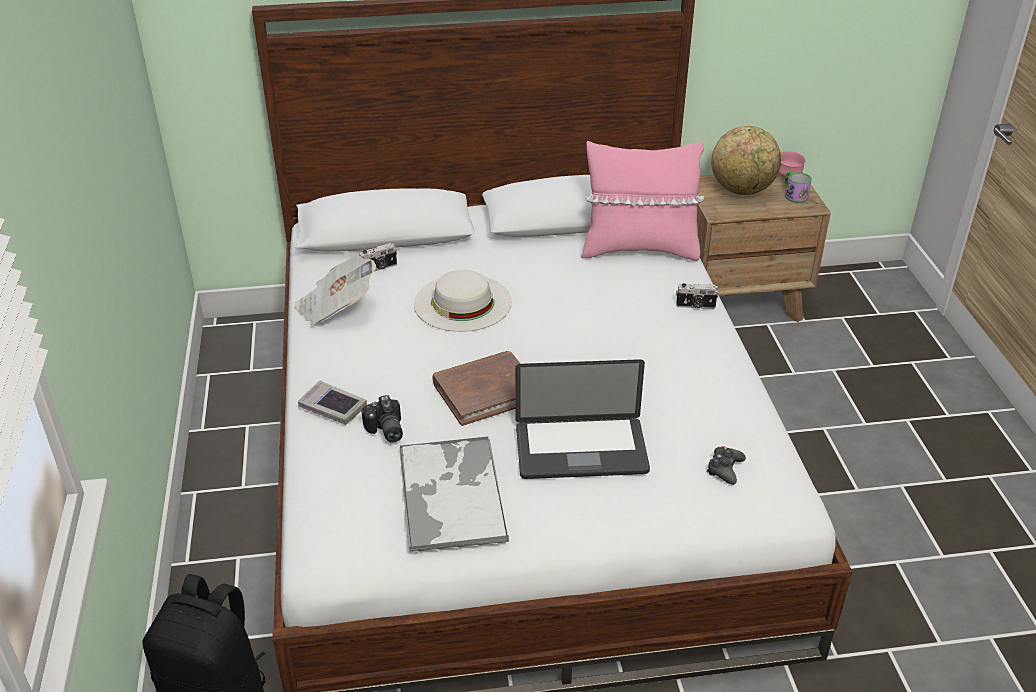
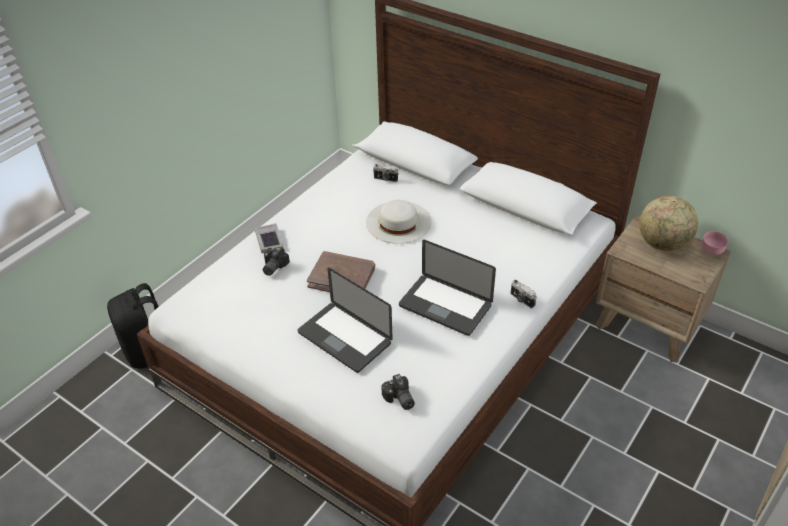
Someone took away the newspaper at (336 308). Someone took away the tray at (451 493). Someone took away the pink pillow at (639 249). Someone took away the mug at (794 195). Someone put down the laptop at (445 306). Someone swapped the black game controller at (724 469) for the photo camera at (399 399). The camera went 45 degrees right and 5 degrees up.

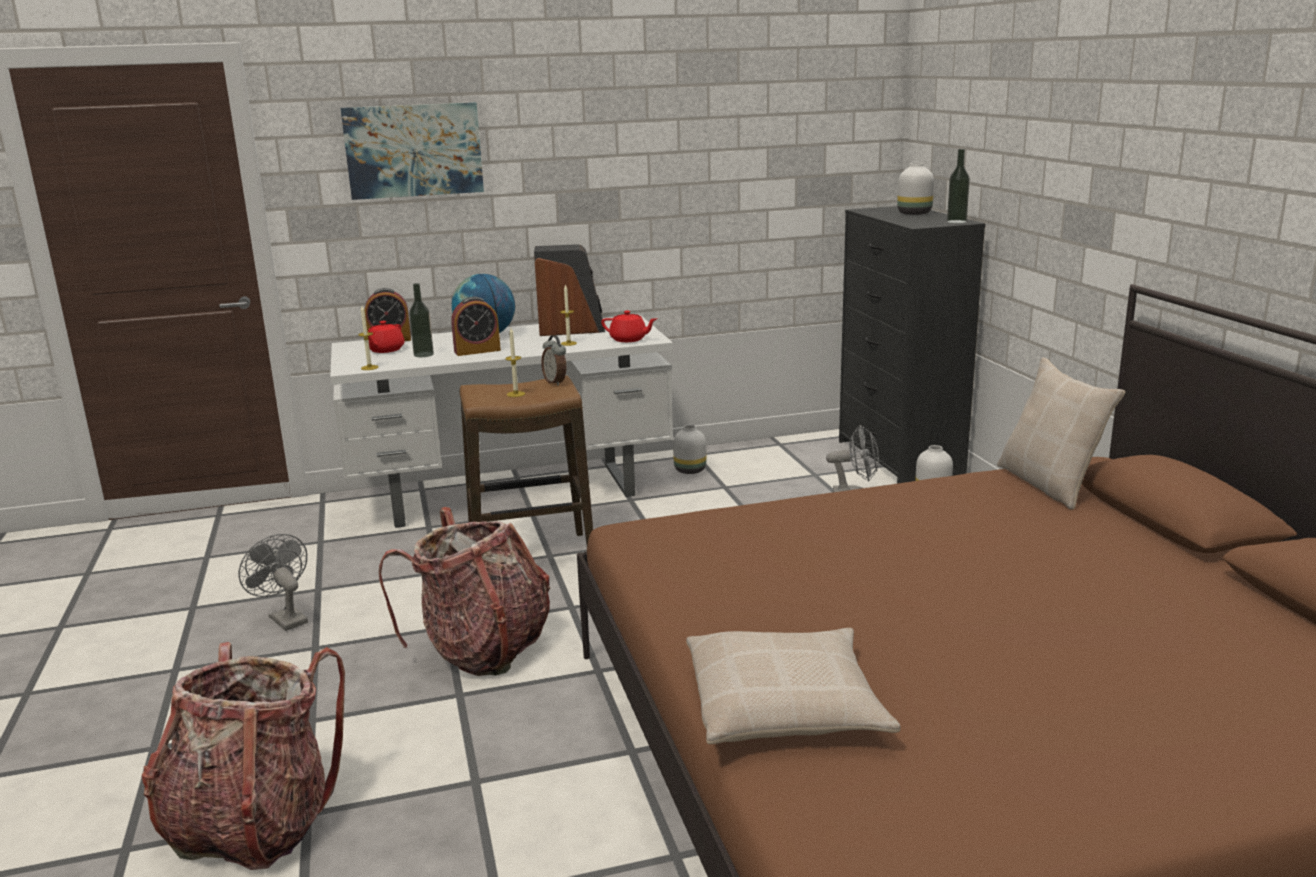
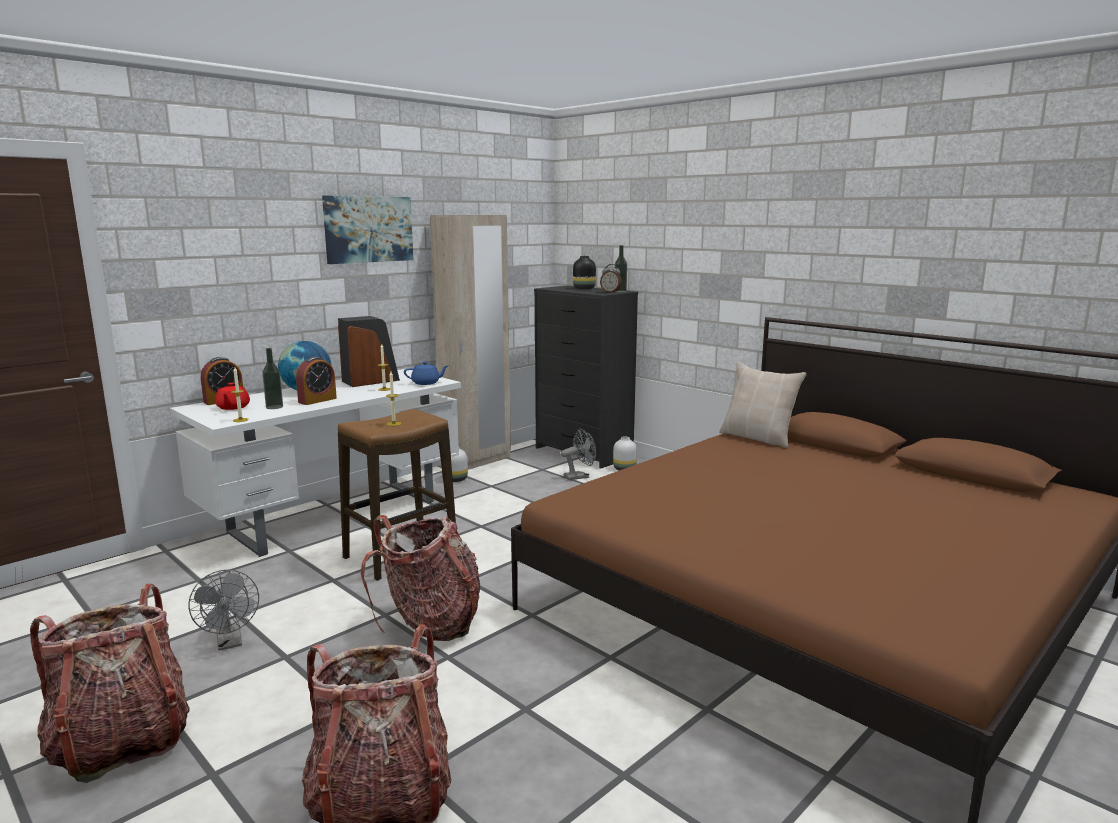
Someone took away the beige pillow at (785 705). Someone put down the backpack at (121 741). Someone put down the beige wardrobe at (476 462). Someone carried the picture from (413 150) to (368 229). Someone carried the alarm clock from (556 382) to (610 292). Someone repainted the red teapot at (629 339), which became the blue teapot at (426 383). Someone repainted the white vase at (915 213), which became the black vase at (584 289). Someone rotated the grey fan at (284 618) by 135 degrees counterclockwise. The camera went 30 degrees left and 5 degrees down.

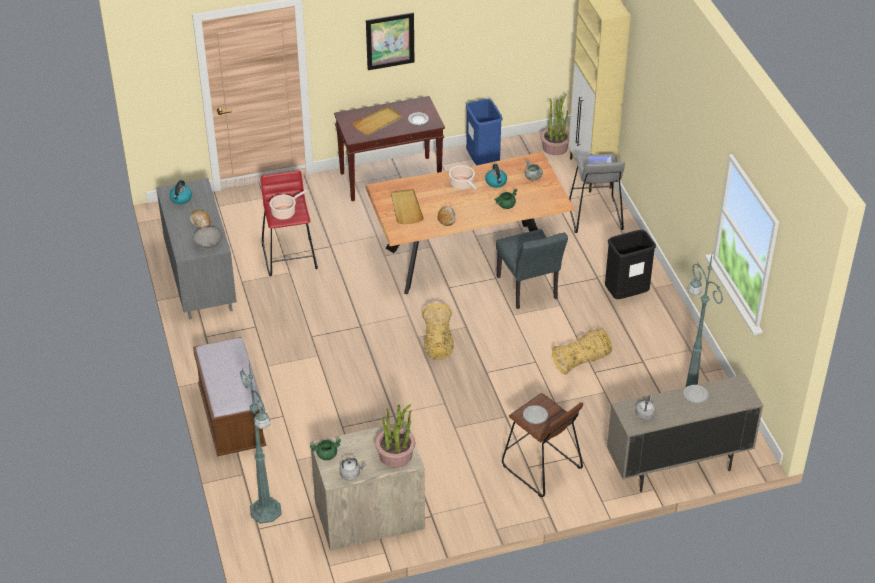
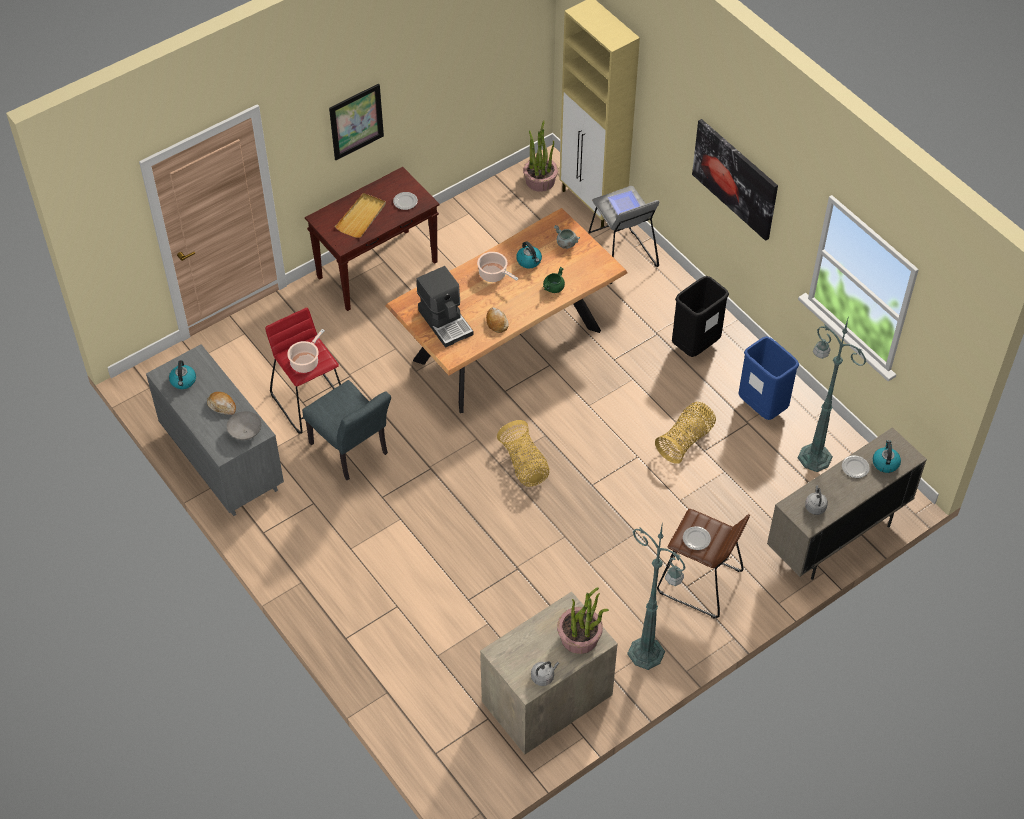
Someone took away the brown bench at (232 419). Someone took away the green cooking pot at (326 455). Someone put up the picture at (735 178). Someone put down the kettle at (885 463). Someone carried the green floor lamp from (266 512) to (647 654). Someone carried the blue trash can from (483 162) to (762 407). Someone carried the grey chair from (529 291) to (352 452). Someone swapped the beige tray at (406 208) for the coffee machine at (446 321). The camera went 20 degrees left and 10 degrees up.

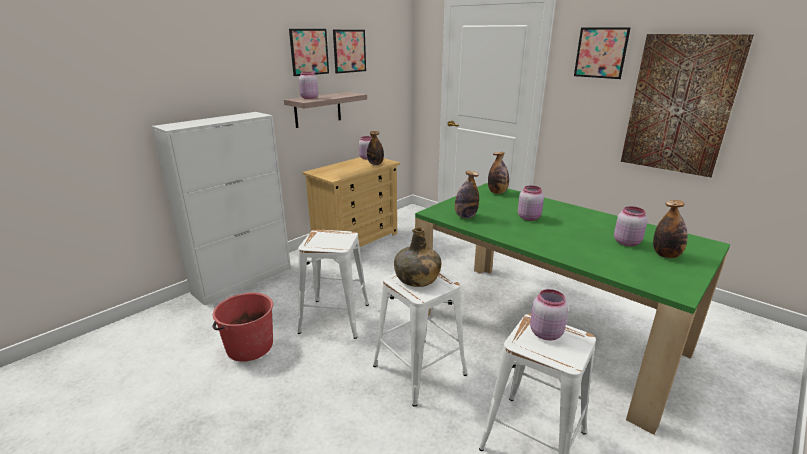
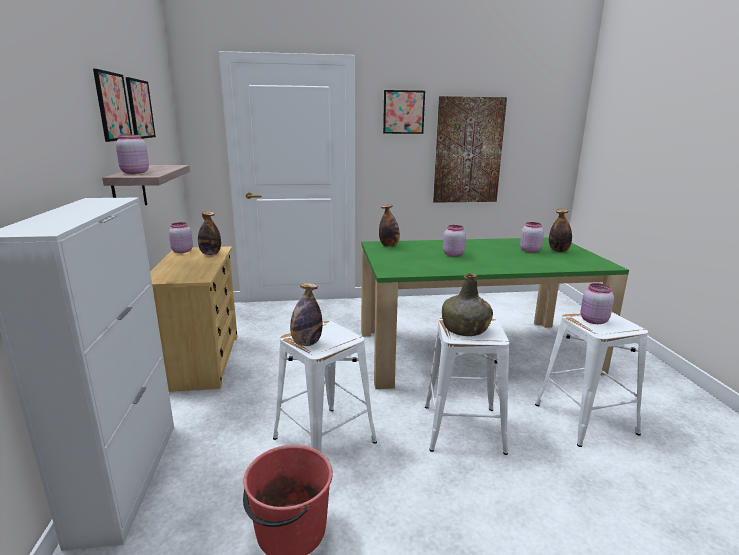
Someone carried the bottle from (465 216) to (306 343). The camera went 50 degrees left and 5 degrees down.

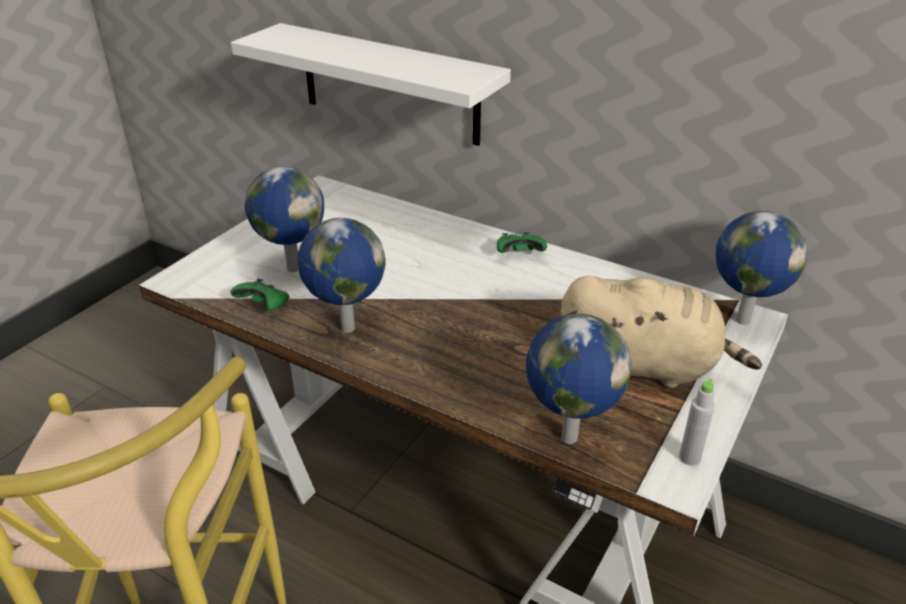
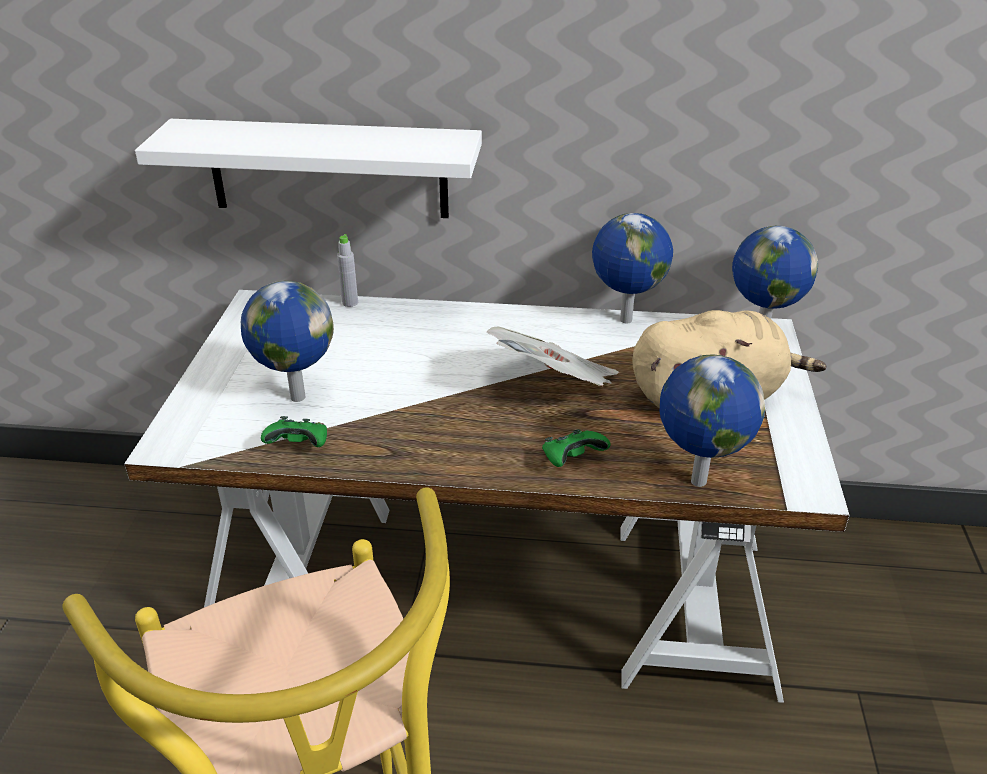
Someone put down the newspaper at (555 386). Someone carried the globe from (346 328) to (624 320). Someone carried the green game controller from (519 254) to (572 460). Someone carried the grey bottle from (689 458) to (350 303). The camera went 25 degrees left and 0 degrees up.

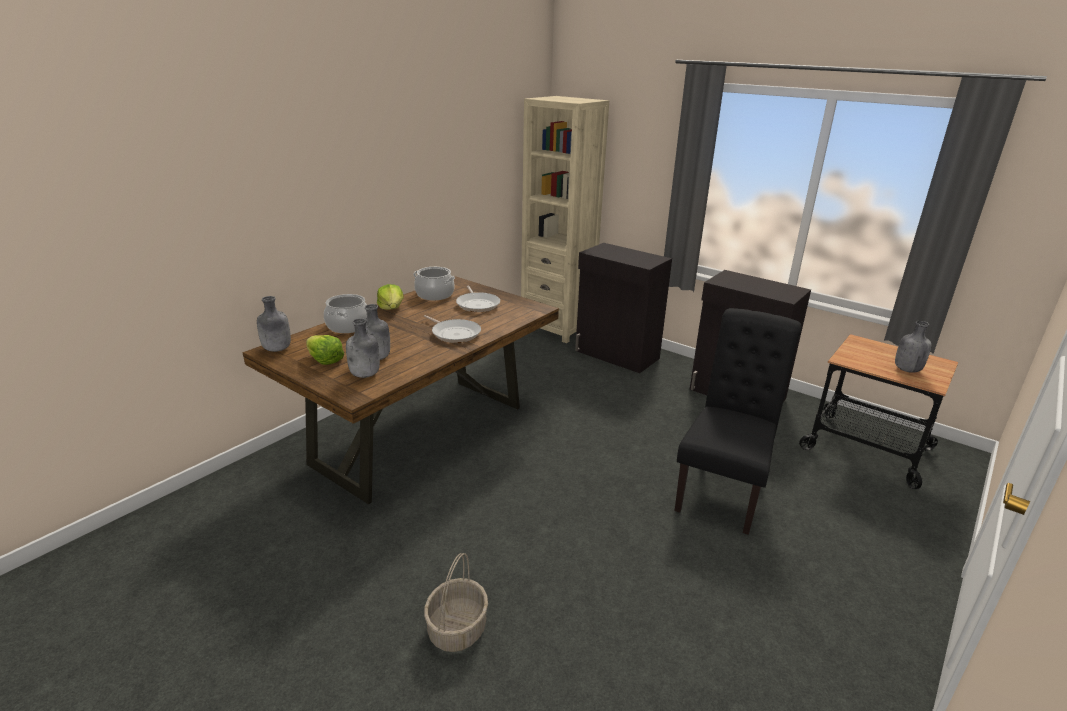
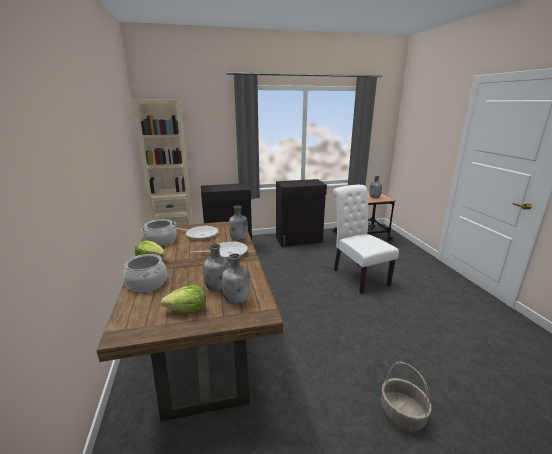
Someone carried the grey bottle from (277 349) to (239 239). Someone repainted the black chair at (723 489), which became the white chair at (357 275). The camera went 50 degrees left and 5 degrees down.

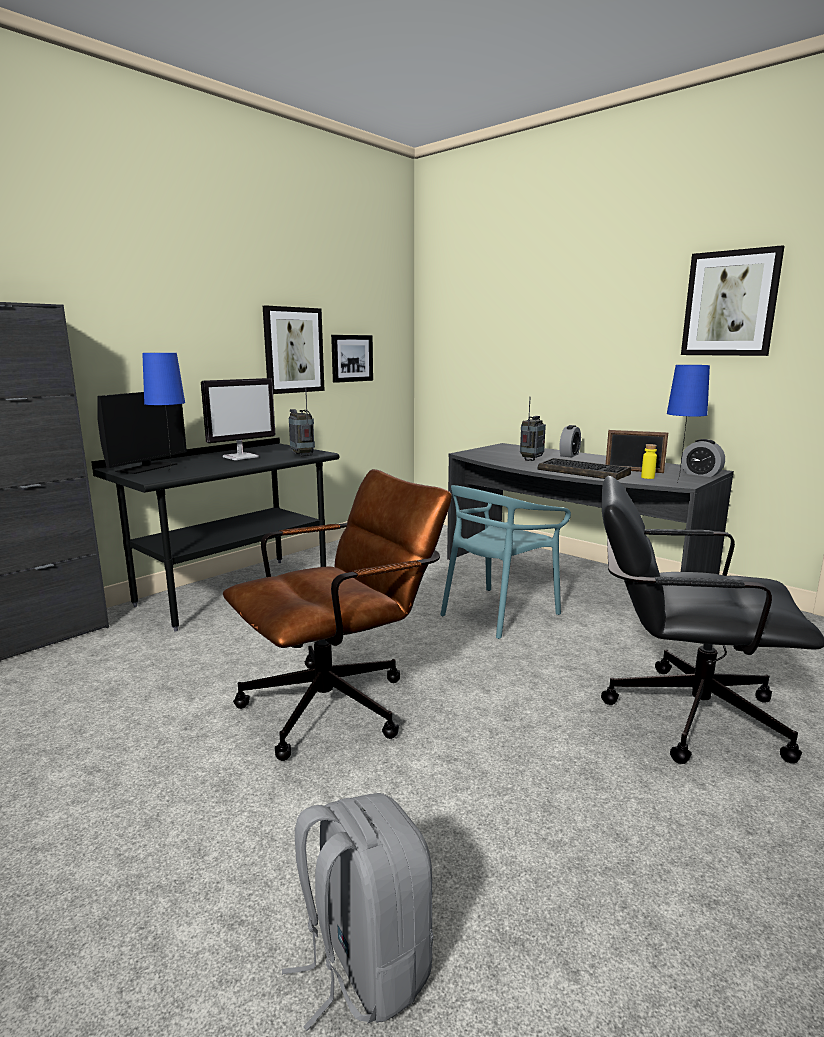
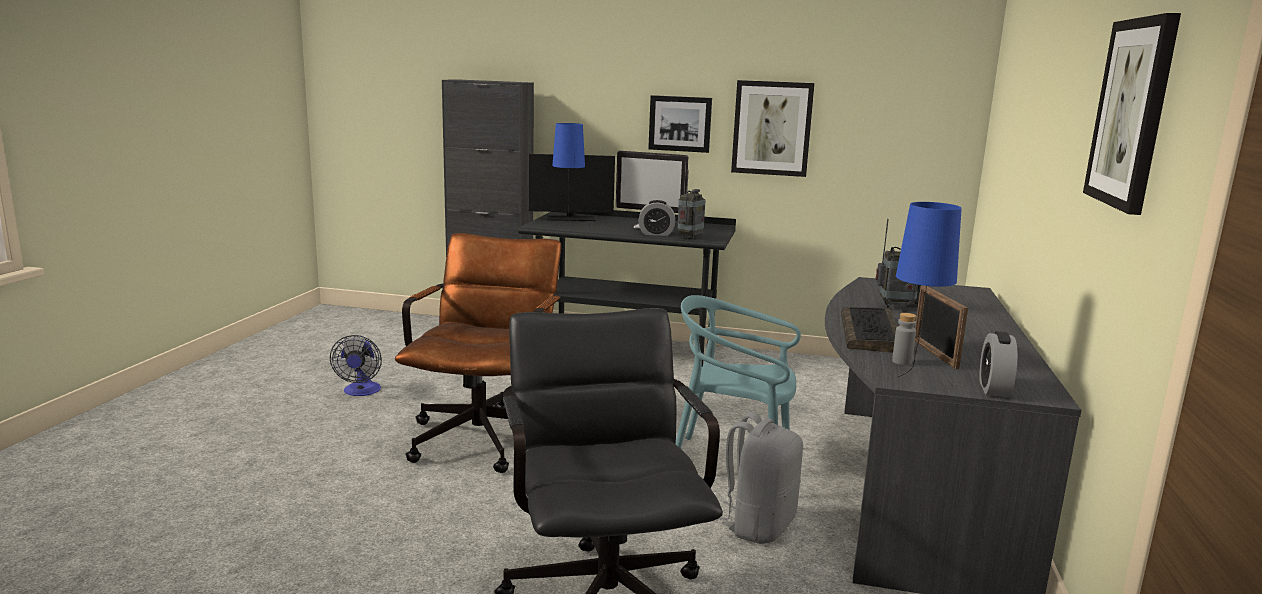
Someone put down the fan at (361 392). Someone carried the grey backpack from (363 965) to (758 525). Someone carried the picture from (351 358) to (680 123). Someone carried the alarm clock from (569 455) to (656 234). Someone repainted the yellow bottle at (647 477), which became the grey bottle at (902 362). Someone rotated the brown office chair at (341 703) by 105 degrees counterclockwise. The camera went 60 degrees right and 0 degrees up.

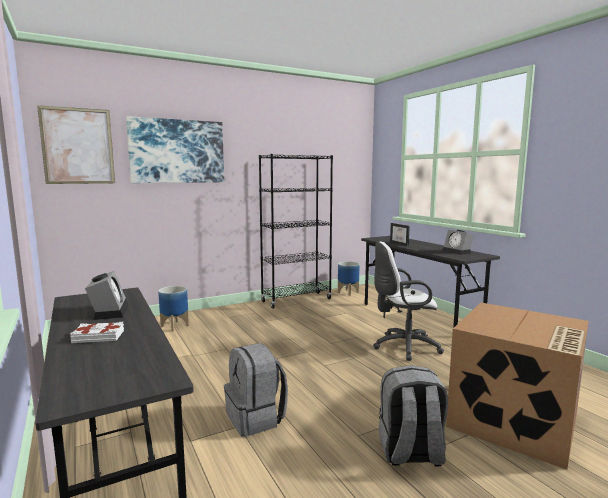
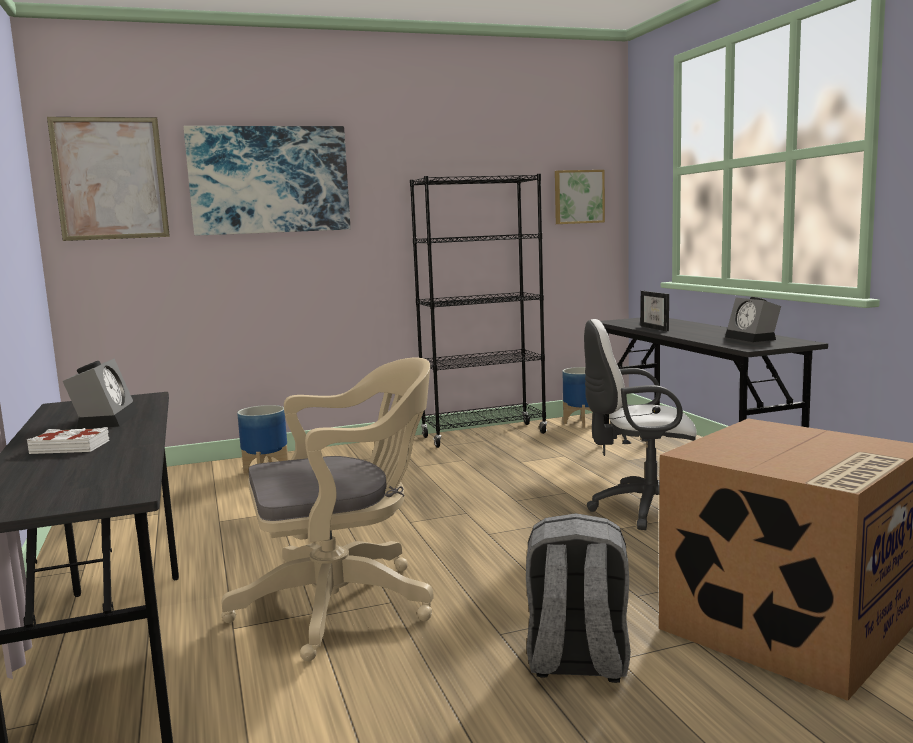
Someone put up the picture at (578 197). Someone swapped the grey backpack at (256 418) for the beige office chair at (345 604). The camera went 10 degrees right and 0 degrees up.

